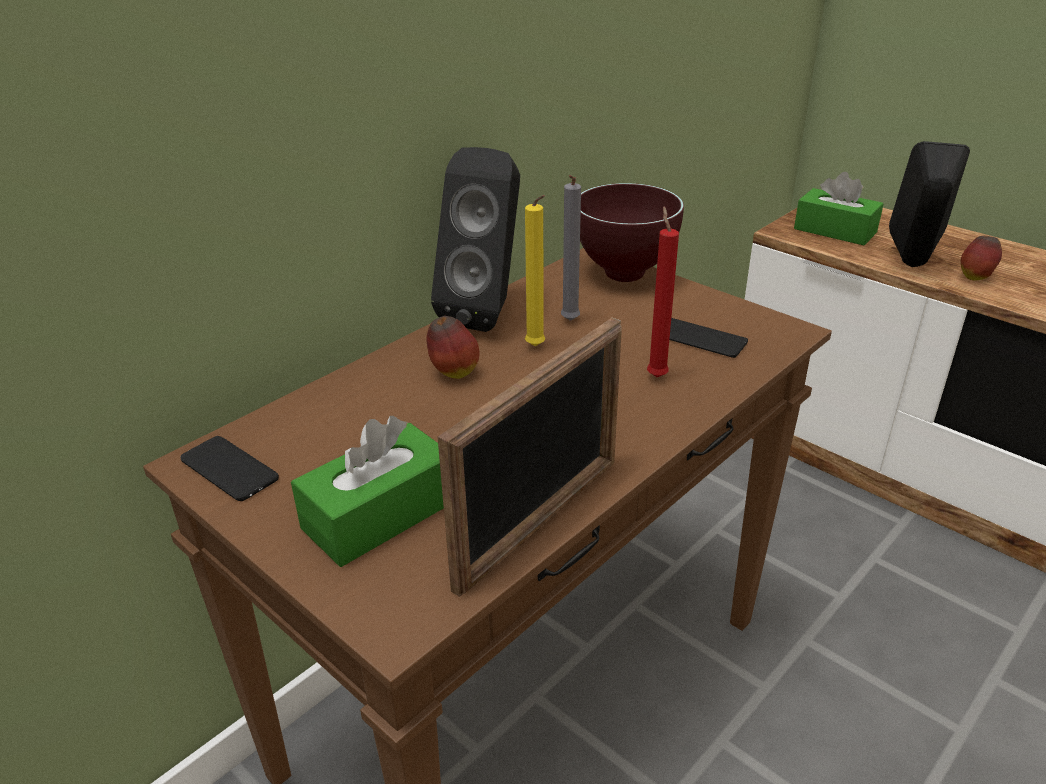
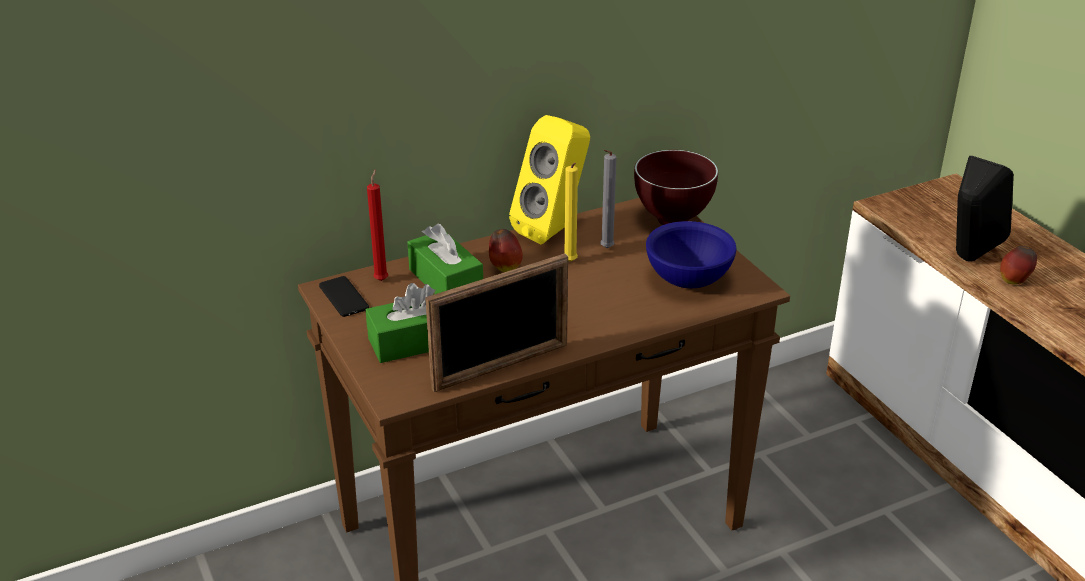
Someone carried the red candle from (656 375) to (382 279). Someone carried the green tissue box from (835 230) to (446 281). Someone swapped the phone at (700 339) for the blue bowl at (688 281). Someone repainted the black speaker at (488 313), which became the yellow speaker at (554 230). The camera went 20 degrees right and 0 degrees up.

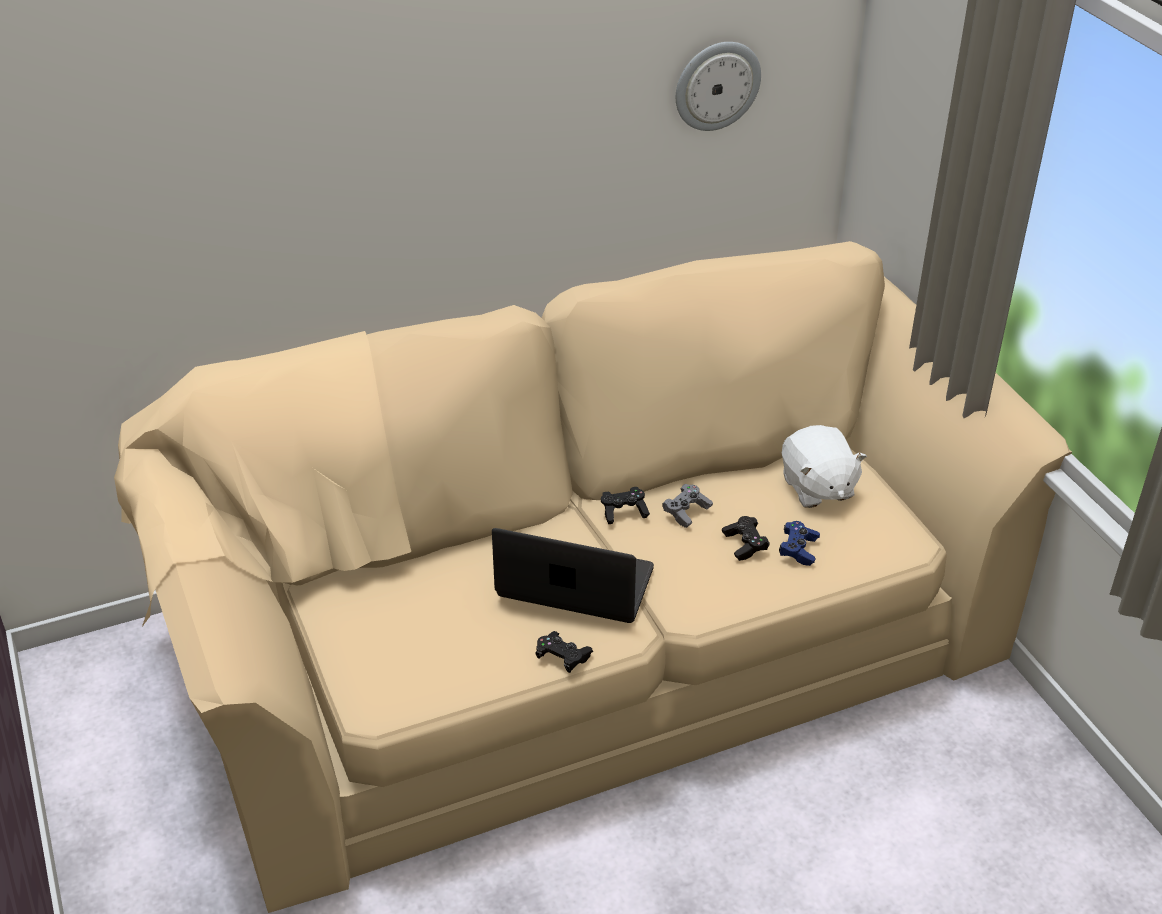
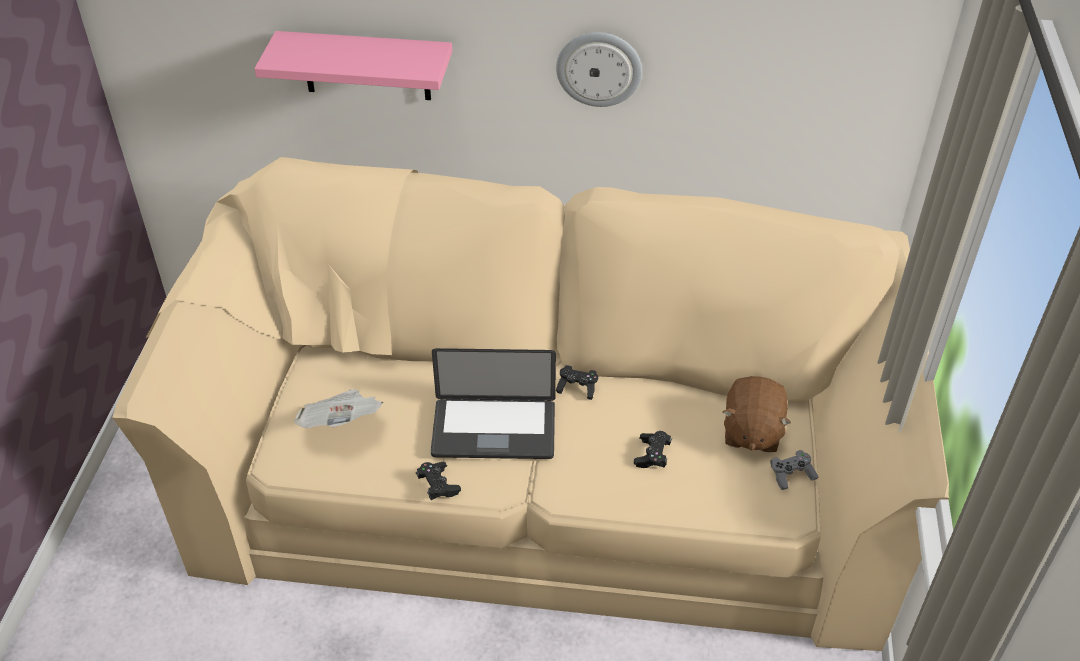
Someone took away the blue game controller at (798 549). Someone put up the pink shelf at (366 66). Someone put down the newspaper at (342 424). Someone carried the grey game controller from (686 512) to (791 475). Someone carried the wall clock from (716 85) to (599 68). Someone repainted the white plush toy at (817 488), which became the brown plush toy at (751 432). Someone rotated the laptop at (575 583) by 135 degrees clockwise. The camera went 30 degrees right and 5 degrees up.

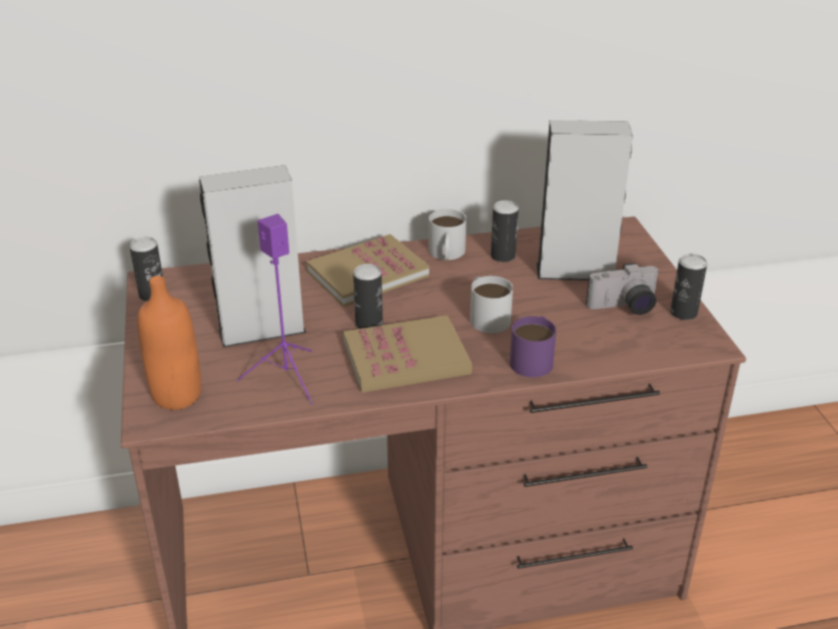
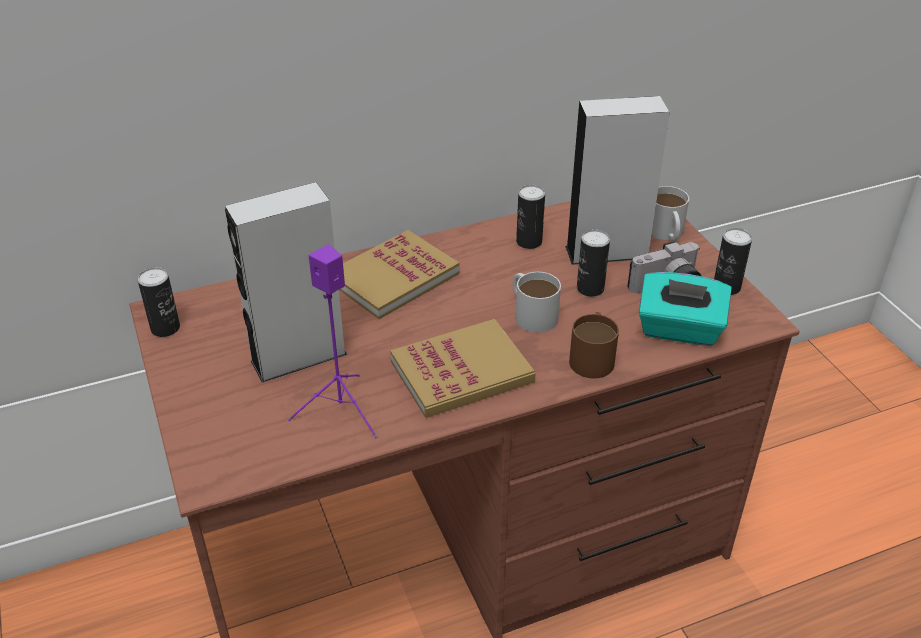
Someone took away the orange bottle at (177 396). Someone put down the turquoise tissue box at (679 330). Someone carried the can from (369 323) to (590 288). Someone carried the white mug from (446 254) to (666 233). Someone repainted the purple mug at (534 358), which became the brown mug at (592 356). The camera went 10 degrees left and 5 degrees up.

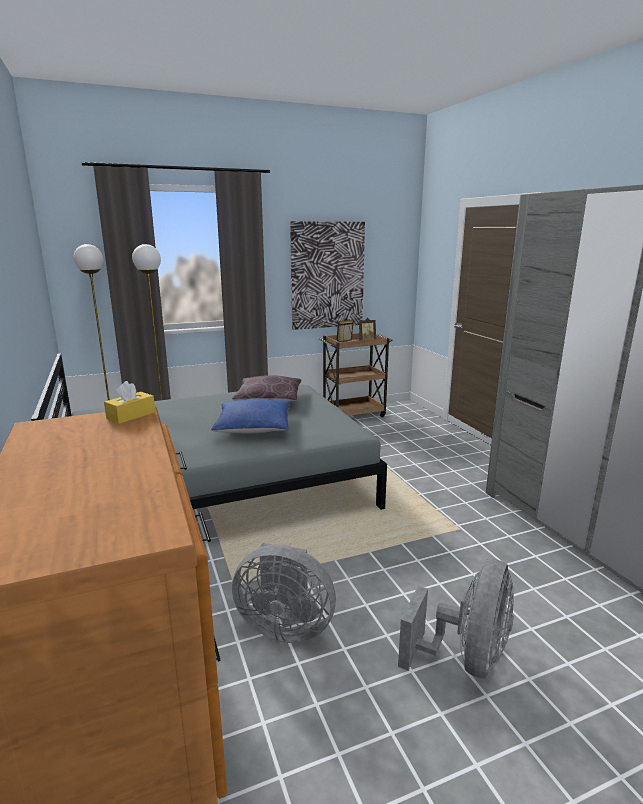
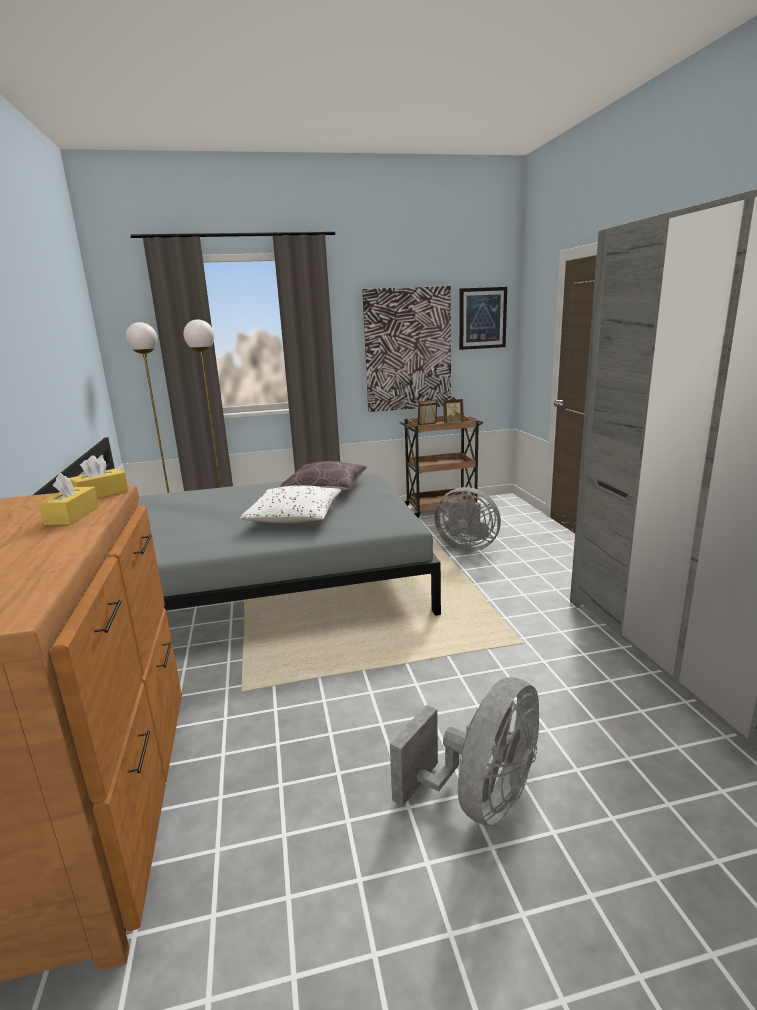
Someone put down the yellow tissue box at (72 515). Someone put up the picture at (482 318). Someone carried the grey fan from (285 626) to (466 546). Someone repainted the blue pillow at (254 428), which became the white pillow at (295 518). The camera went 10 degrees right and 0 degrees up.

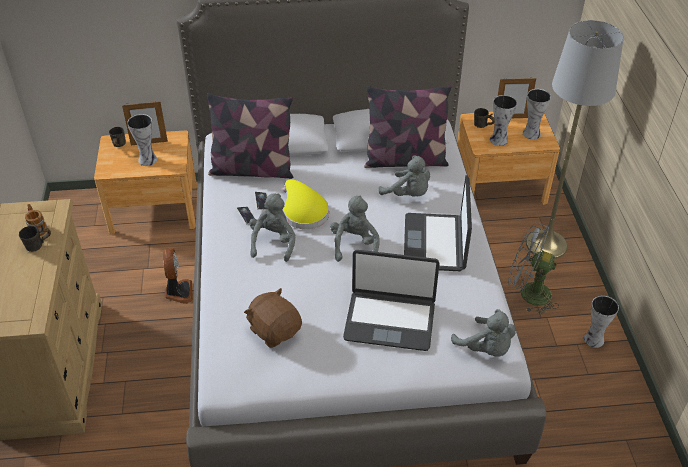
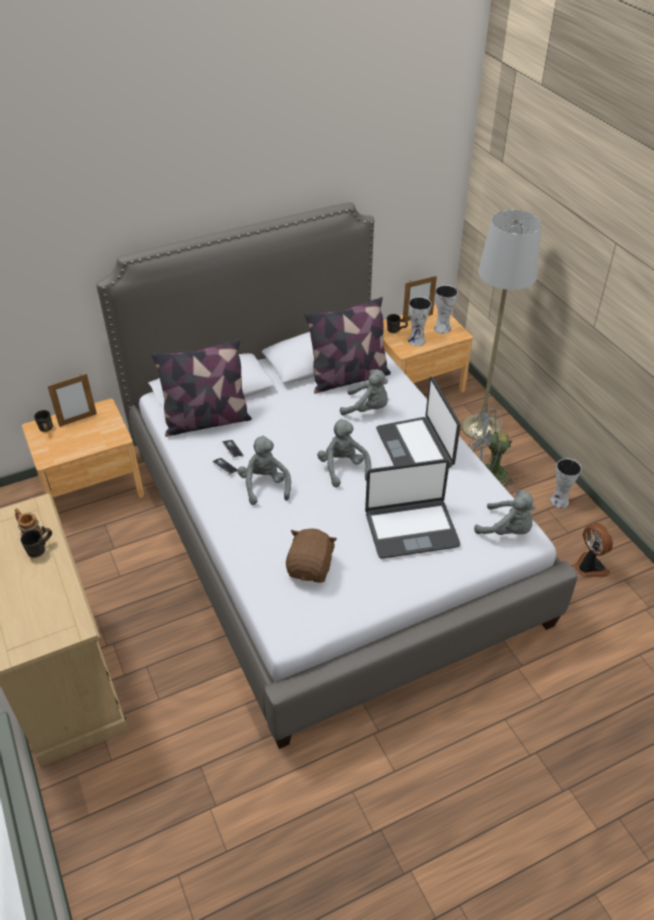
Someone took away the vase at (148 159). Someone took away the yellow hat at (303 212). Someone carried the fan from (178 292) to (589 567). Someone rotated the brown plush toy at (275 330) by 75 degrees clockwise. The camera went 20 degrees left and 0 degrees up.

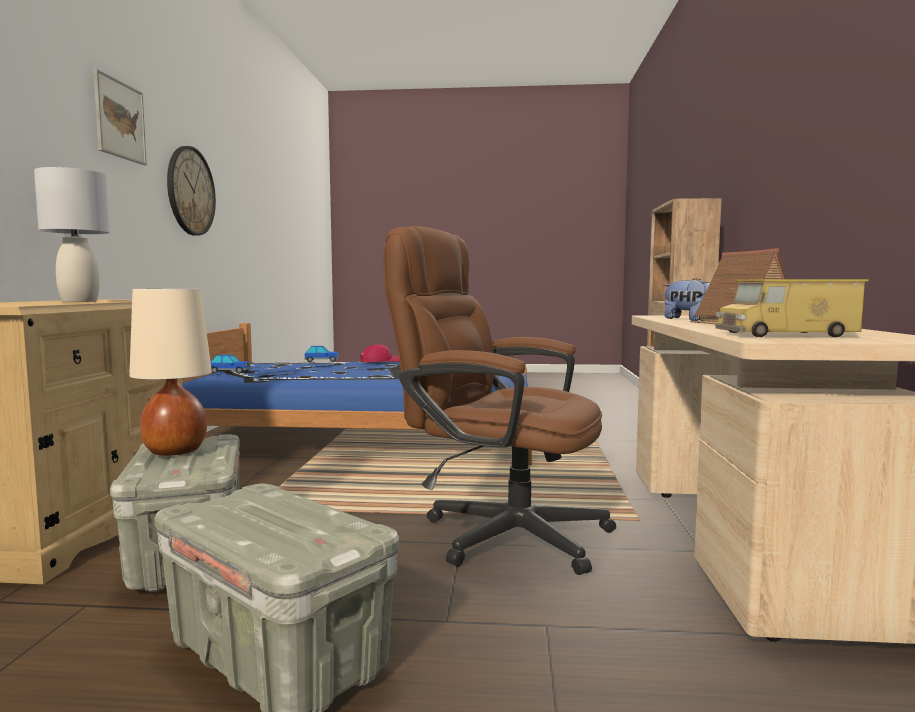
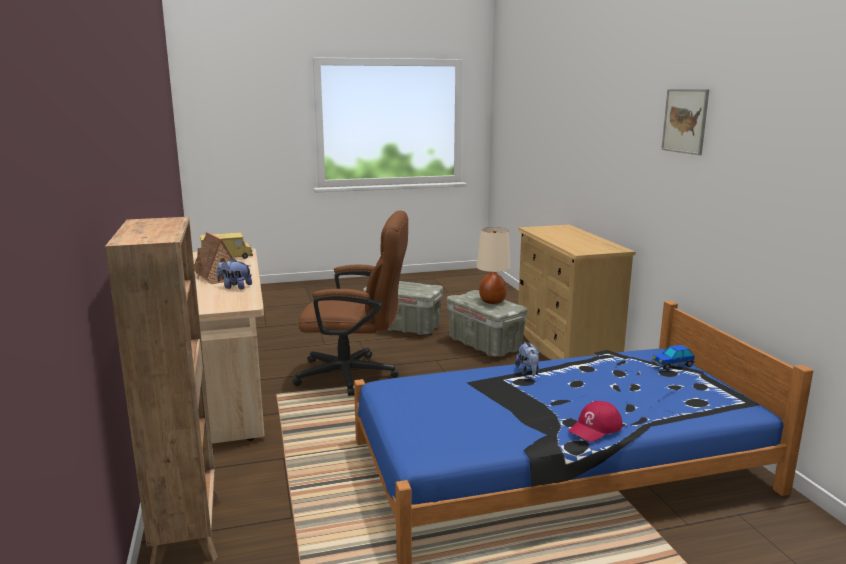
Someone took away the grey table lamp at (79 301). Someone took away the wall clock at (190 191). Someone took away the toy car at (322 361). Someone put down the plush toy at (528 372). The camera went 160 degrees right and 10 degrees up.

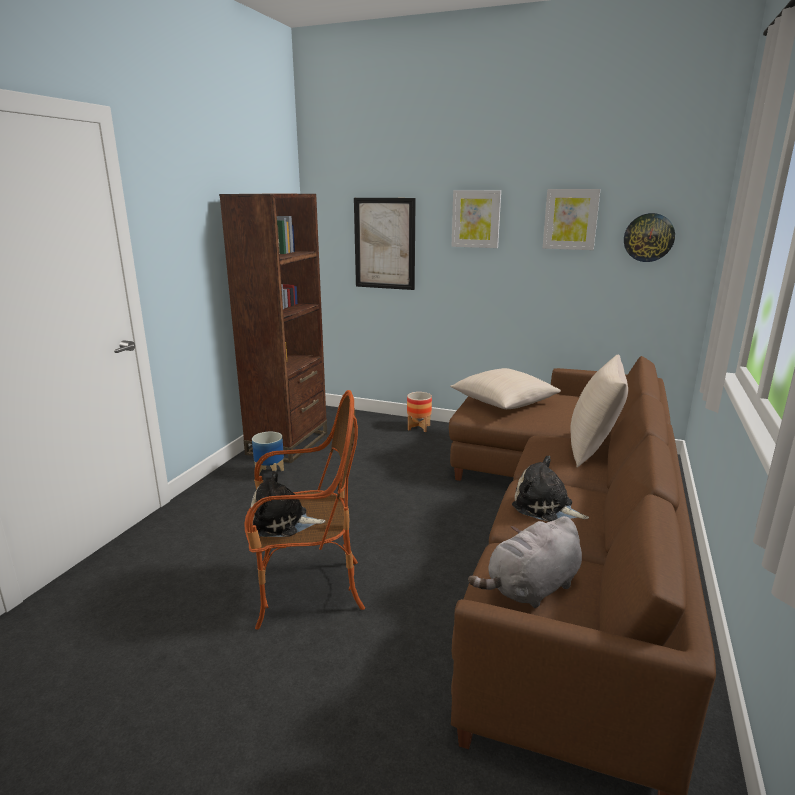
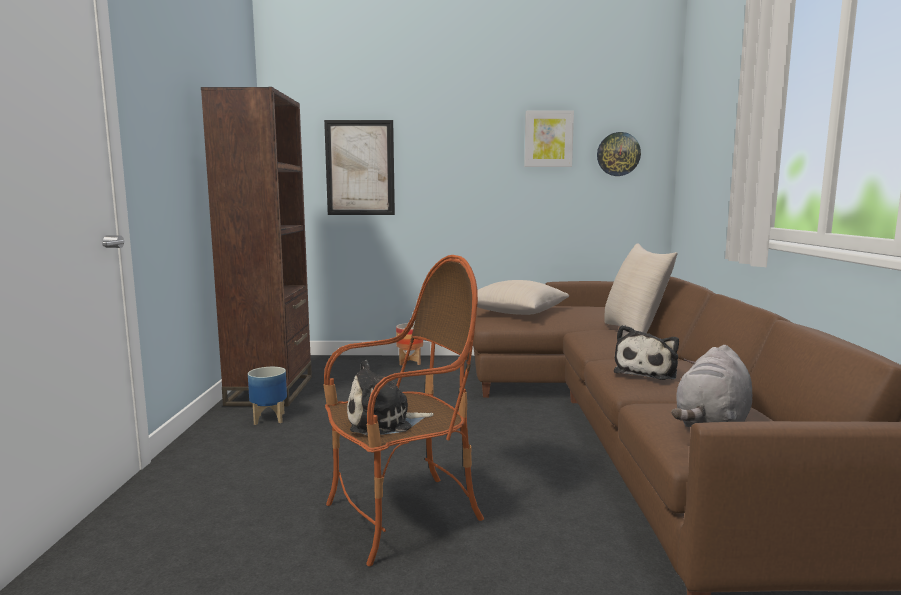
Someone took away the picture at (476 219). Someone rotated the plush toy at (545 507) by 75 degrees counterclockwise. The camera went 20 degrees left and 10 degrees down.

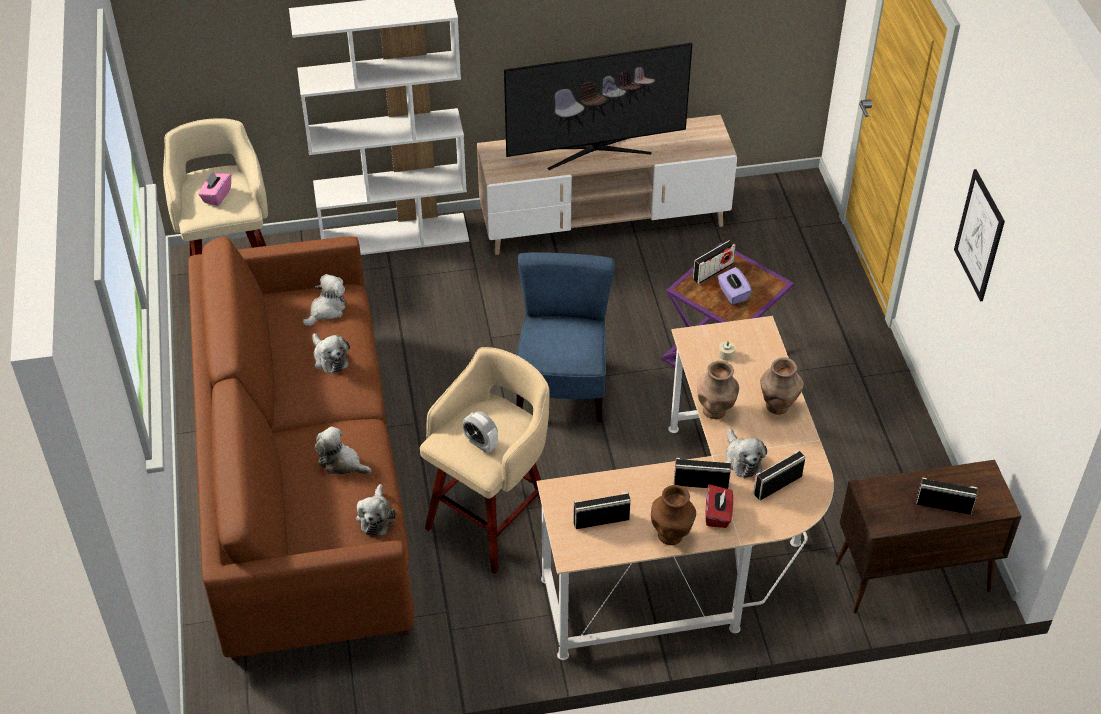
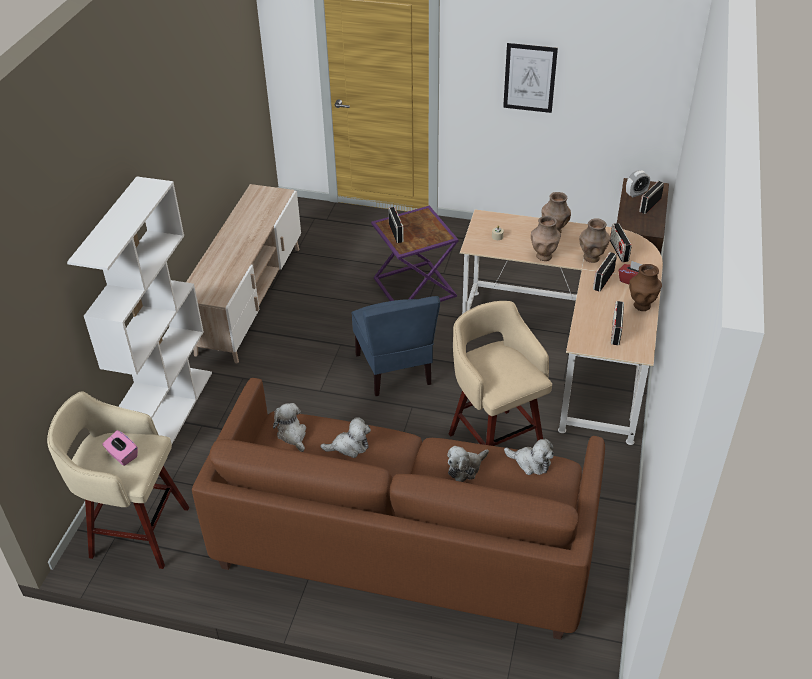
Someone took away the television at (595 150). Someone took away the purple tissue box at (732 294). Someone carried the alarm clock from (481 443) to (636 194). Someone swapped the plush toy at (742 460) for the brown vase at (591 258). Someone rotated the blue chair at (562 388) by 135 degrees counterclockwise. The camera went 65 degrees left and 5 degrees down.

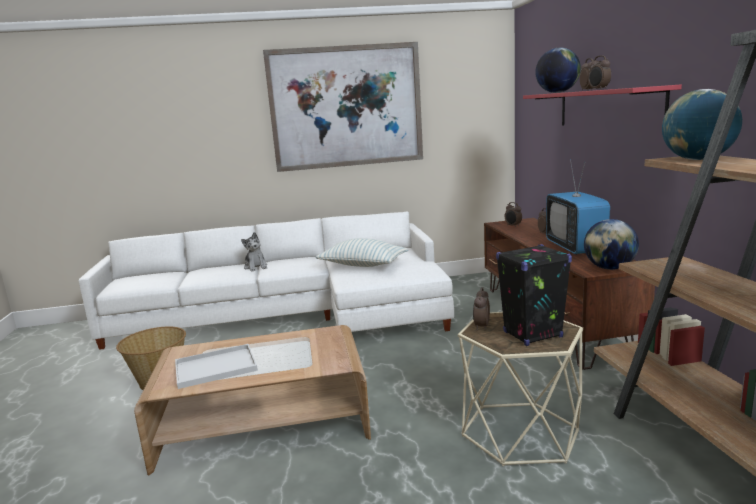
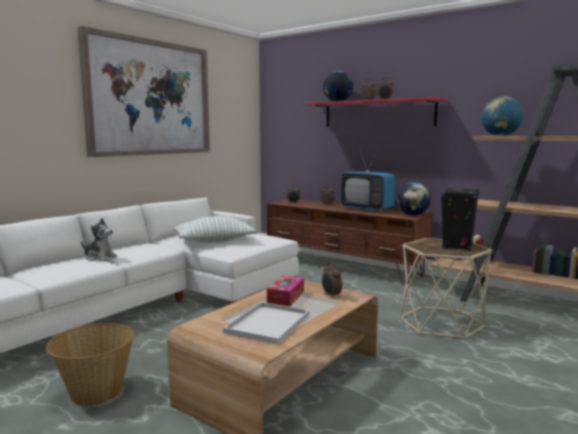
Someone put down the tissue box at (286 297). Someone carried the alarm clock from (481 326) to (331 296). The camera went 45 degrees left and 5 degrees down.

